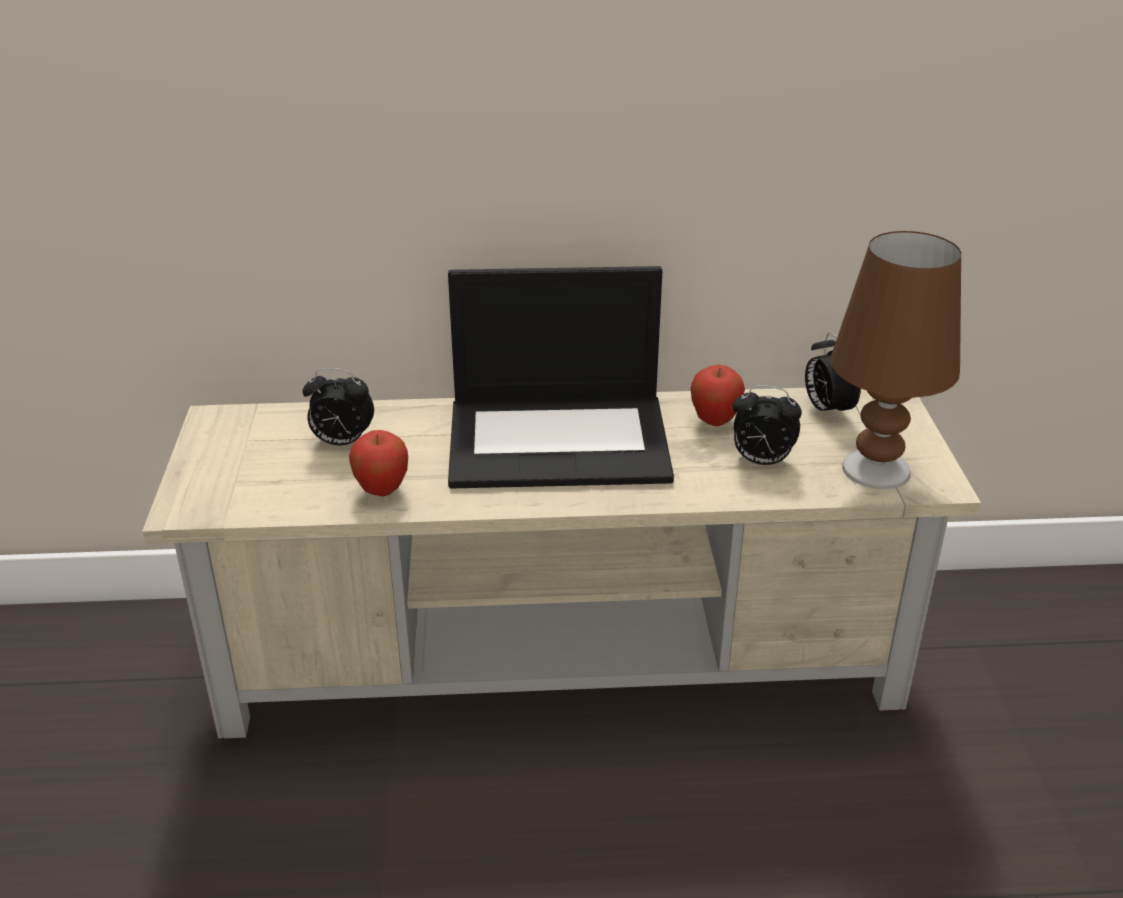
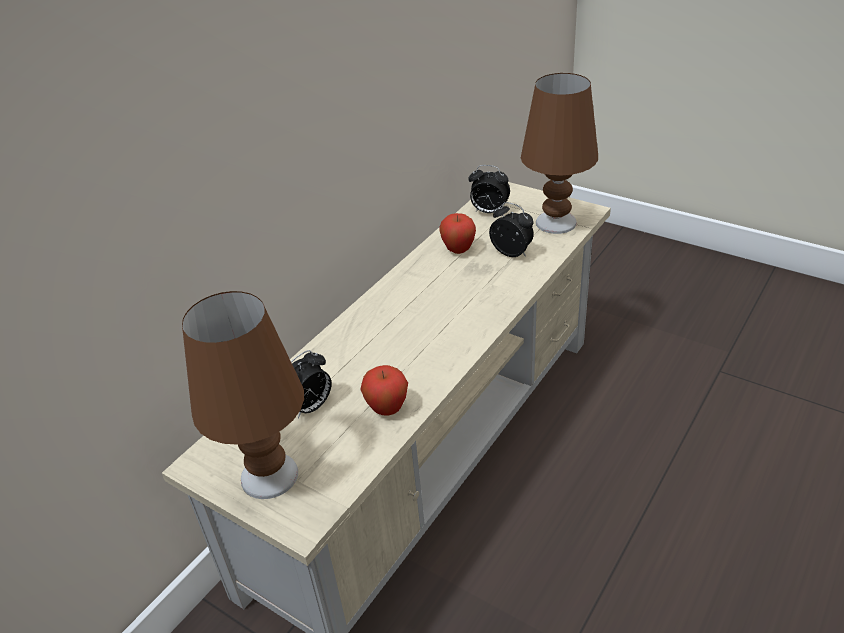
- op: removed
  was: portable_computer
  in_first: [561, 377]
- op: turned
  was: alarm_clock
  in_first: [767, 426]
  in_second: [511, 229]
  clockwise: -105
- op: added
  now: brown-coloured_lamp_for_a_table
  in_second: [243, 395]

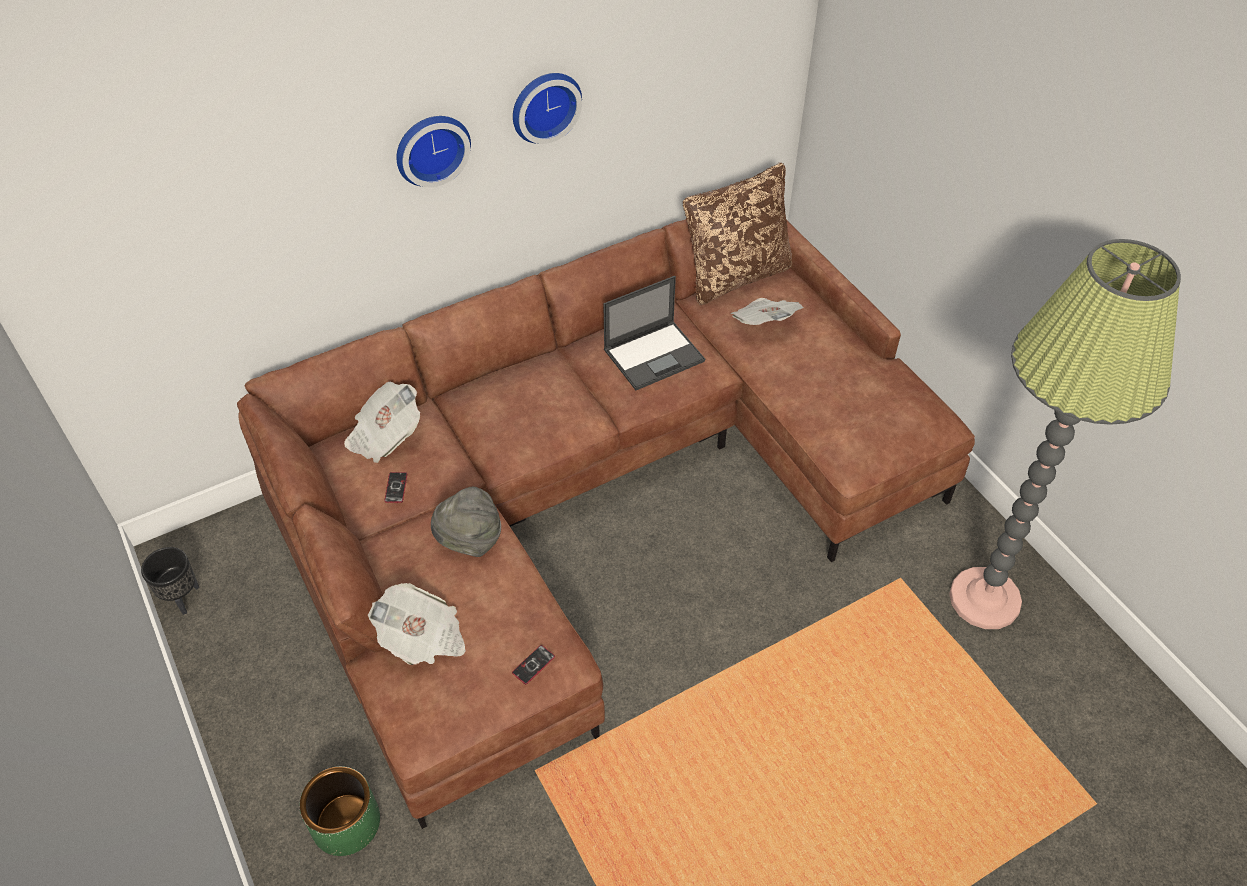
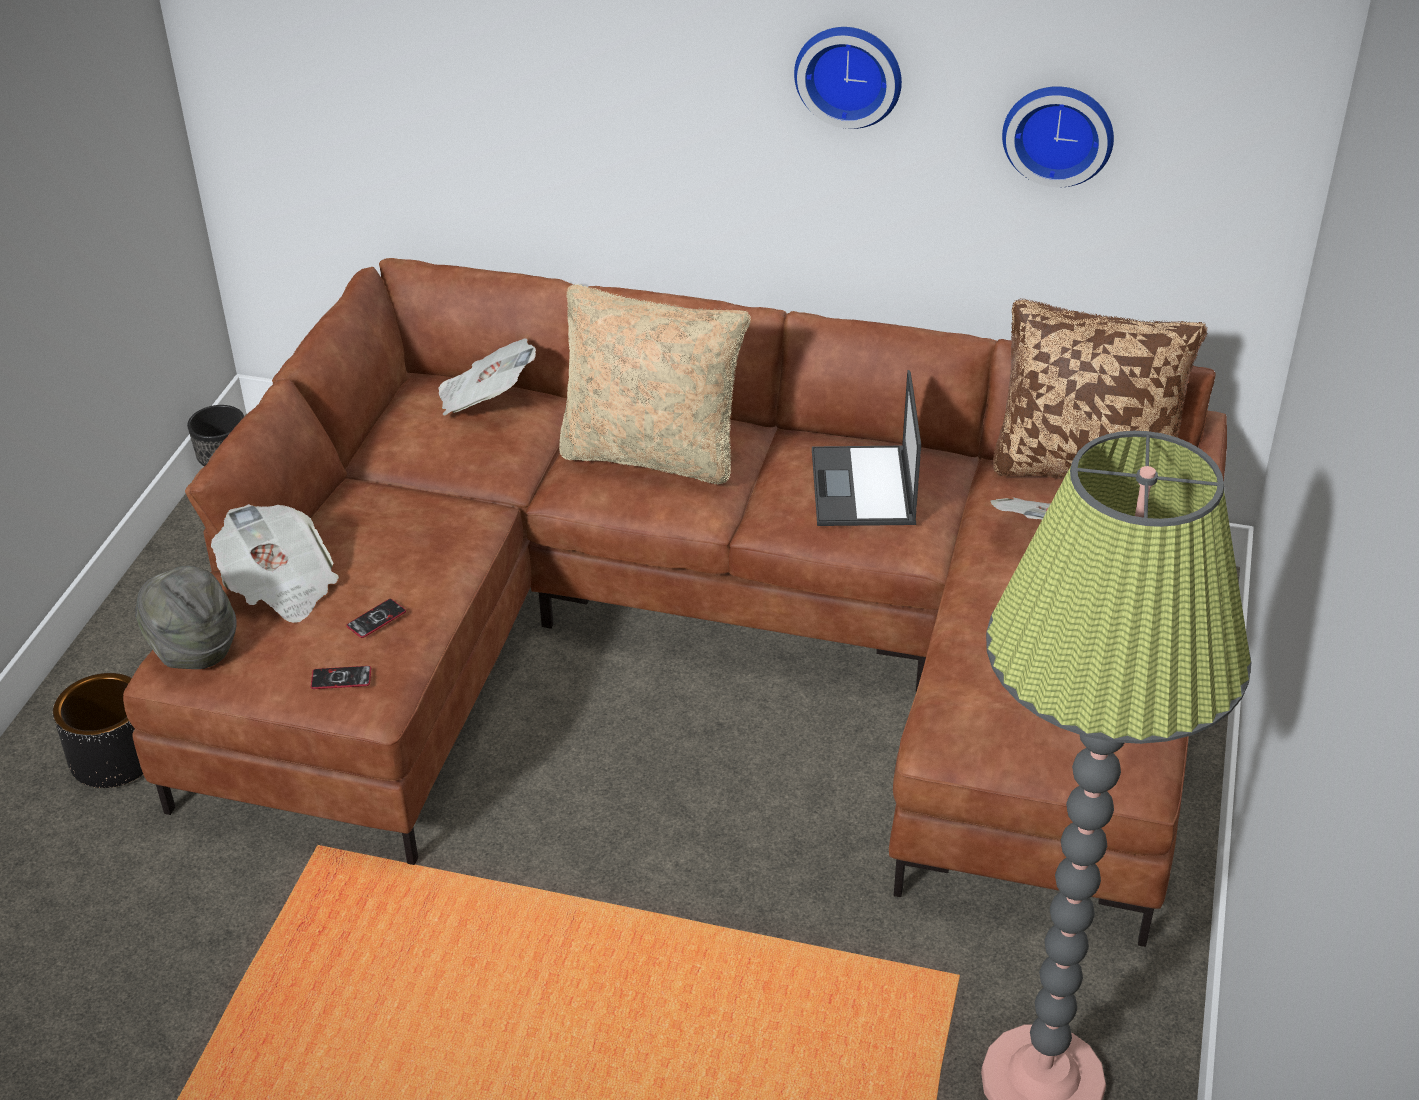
- op: moved
  was: wall_clock
  in_first: [433, 151]
  in_second: [1058, 136]
- op: turned
  was: portable_computer
  in_first: [654, 333]
  in_second: [866, 448]
  clockwise: 75
- op: moved
  was: handset
  in_first: [395, 487]
  in_second: [376, 618]
- op: moved
  was: grey_clothing_hat
  in_first: [466, 522]
  in_second: [185, 617]
- op: recoloured
  was: green_flower_pot
  now: blackish_flower_pot
  in_first: [339, 811]
  in_second: [98, 730]
- op: added
  now: beige-coloured_cushion
  in_second: [655, 383]

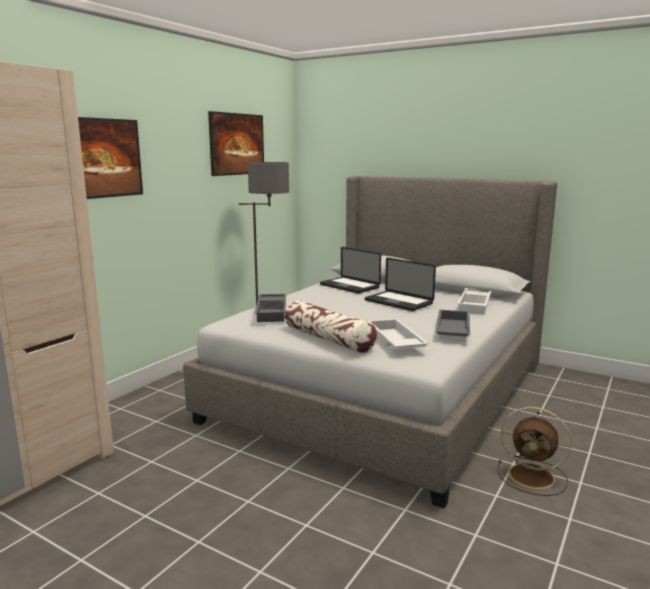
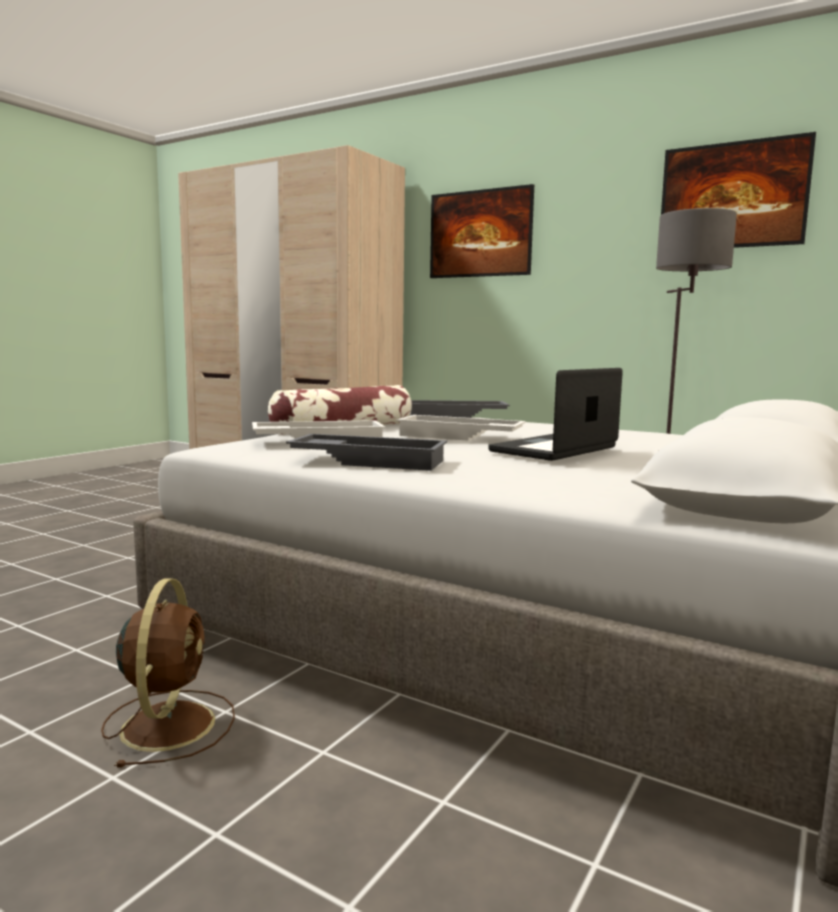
- op: removed
  was: portable_computer
  in_first: [350, 270]
- op: moved
  was: white-coloured_carrying_tray
  in_first: [474, 301]
  in_second: [461, 428]
- op: turned
  was: brown-coloured_cooling_fan
  in_first: [535, 451]
  in_second: [168, 673]
  clockwise: 150

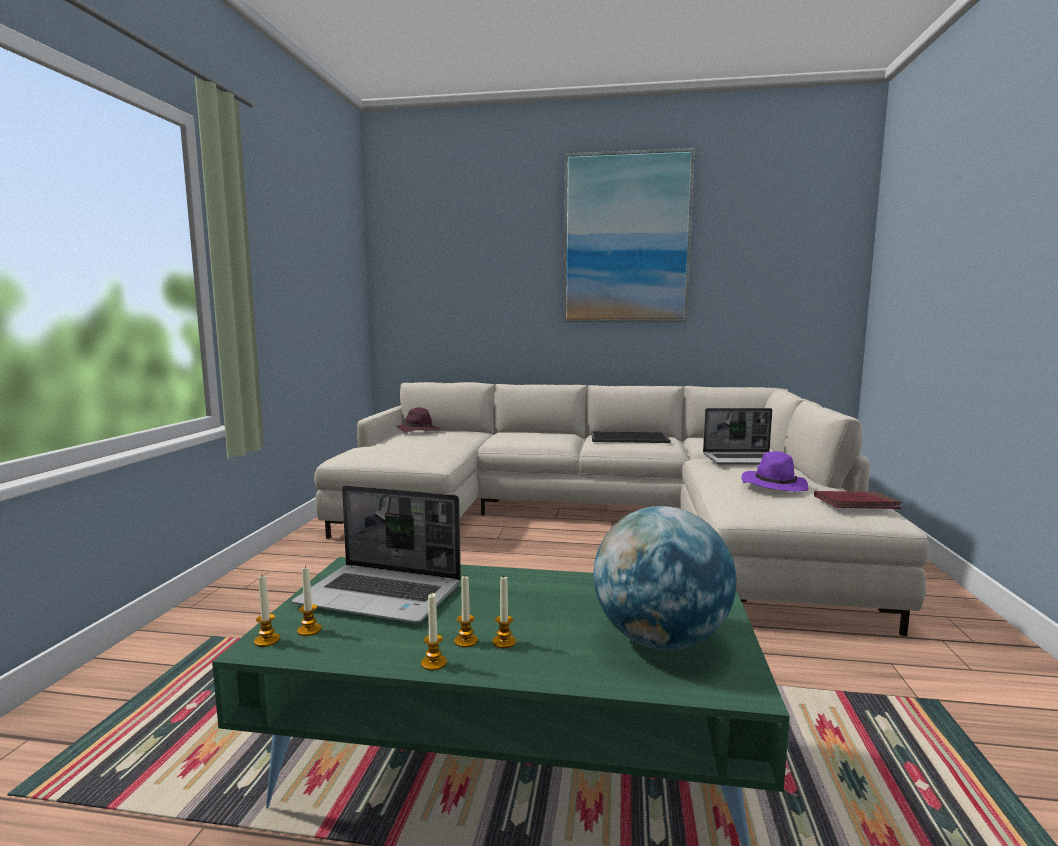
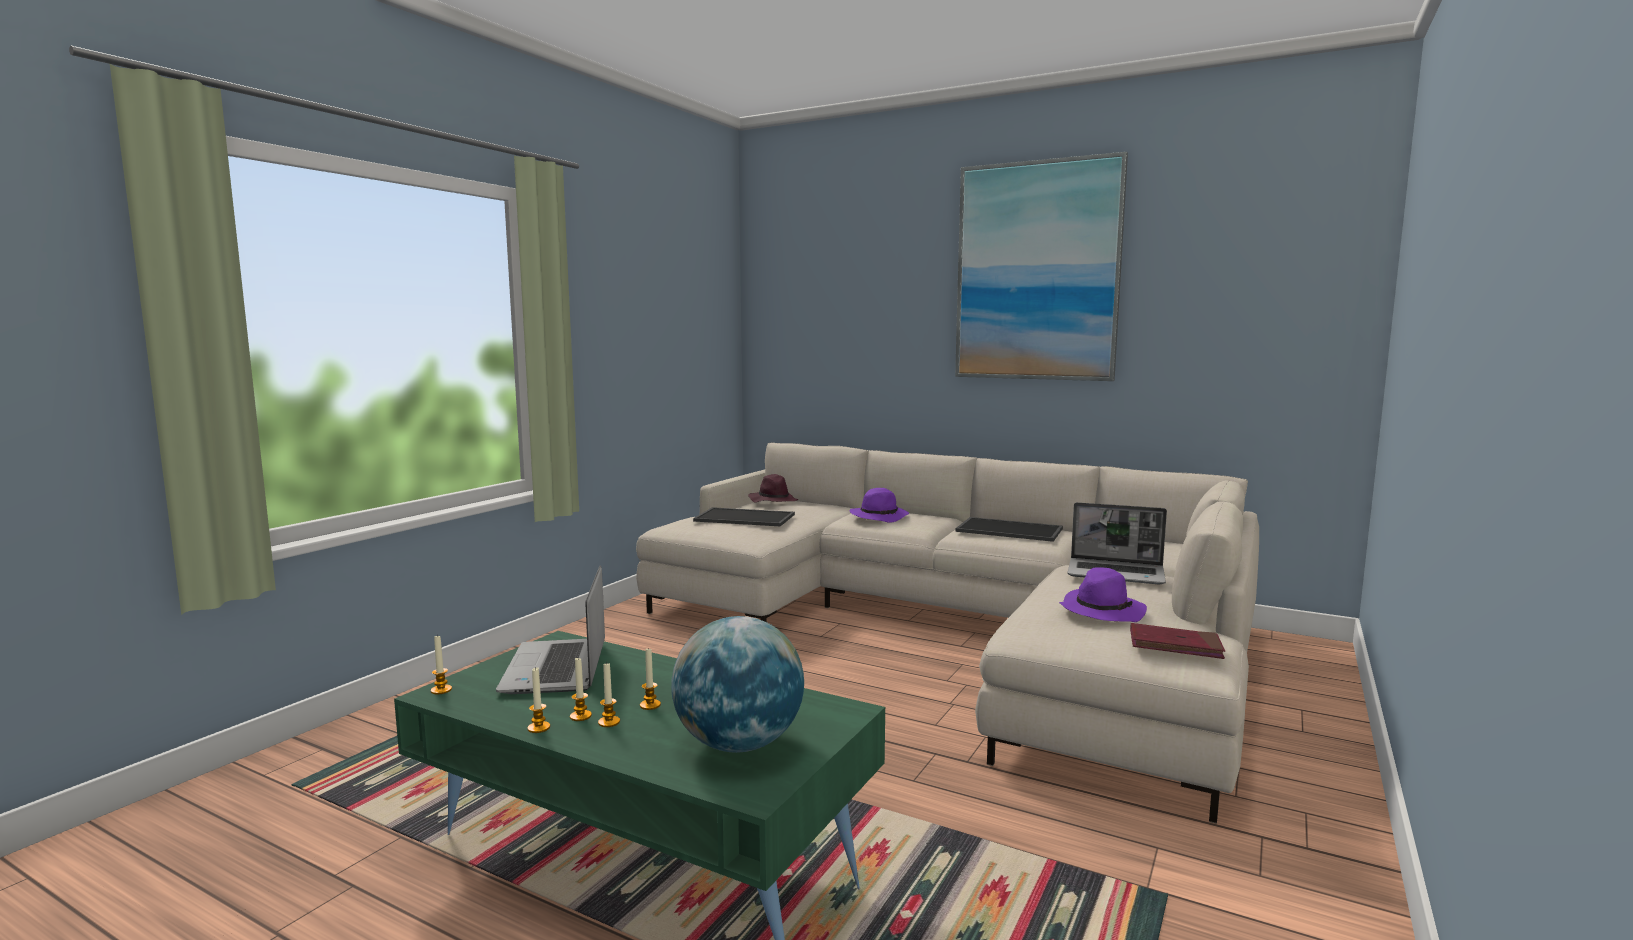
- op: turned
  was: portable_computer
  in_first: [376, 554]
  in_second: [550, 629]
  clockwise: 45
- op: moved
  was: wax_light
  in_first: [309, 601]
  in_second: [650, 678]
- op: added
  now: purple-coloured_clothing_hat
  in_second: [879, 505]
- op: added
  now: carrying_tray
  in_second: [744, 516]

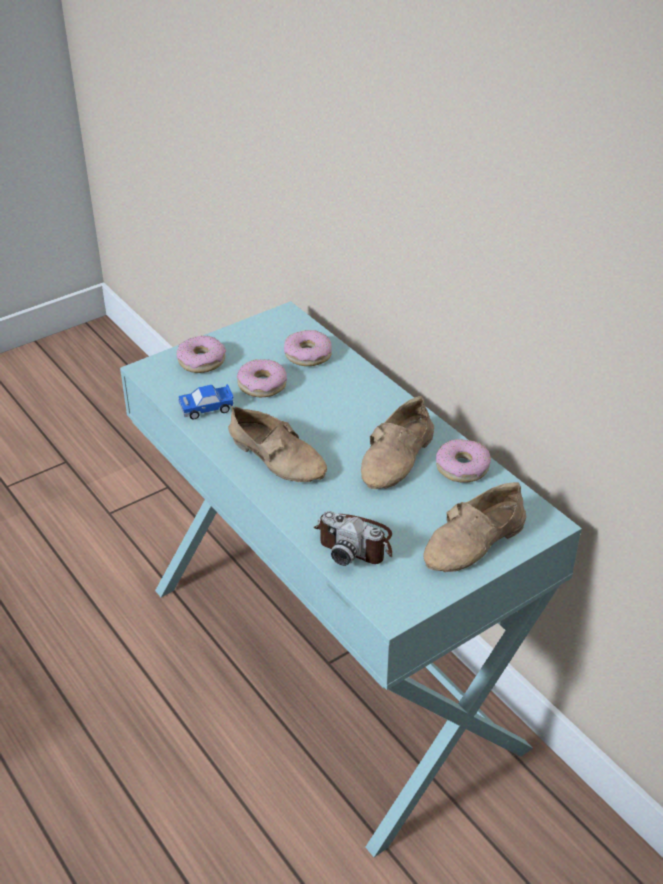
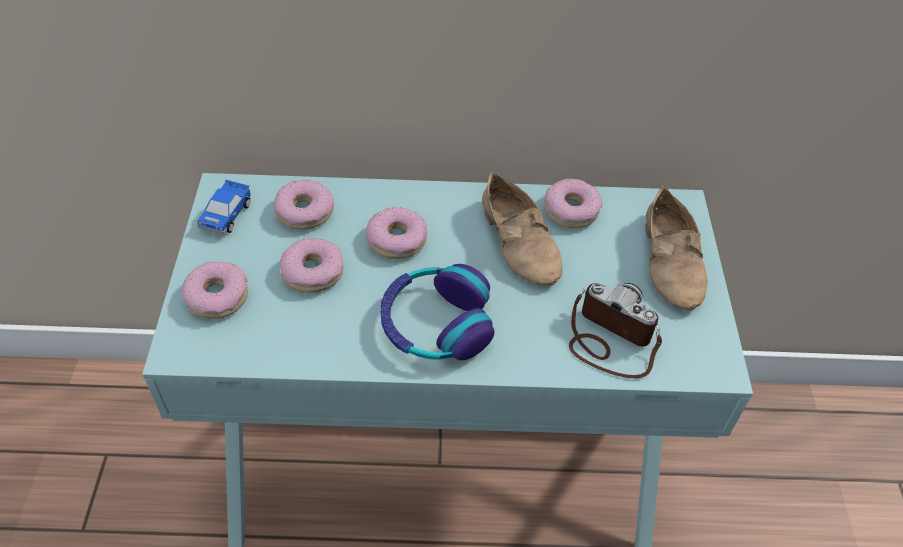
- op: moved
  was: miniature_car
  in_first: [206, 401]
  in_second: [224, 208]
- op: replaced
  was: beige-coloured_shoe
  now: headset
  in_first: [277, 444]
  in_second: [437, 312]
- op: turned
  was: still_camera
  in_first: [353, 538]
  in_second: [615, 330]
  clockwise: -120
- op: added
  now: ring_doughnut
  in_second: [396, 233]

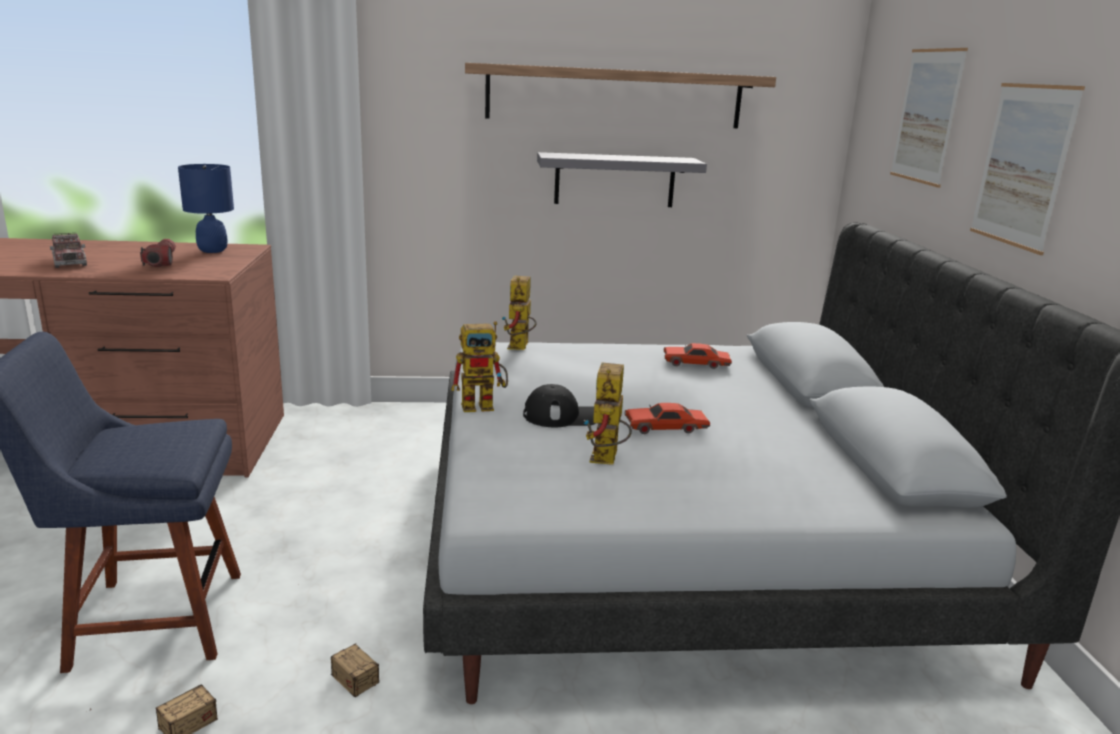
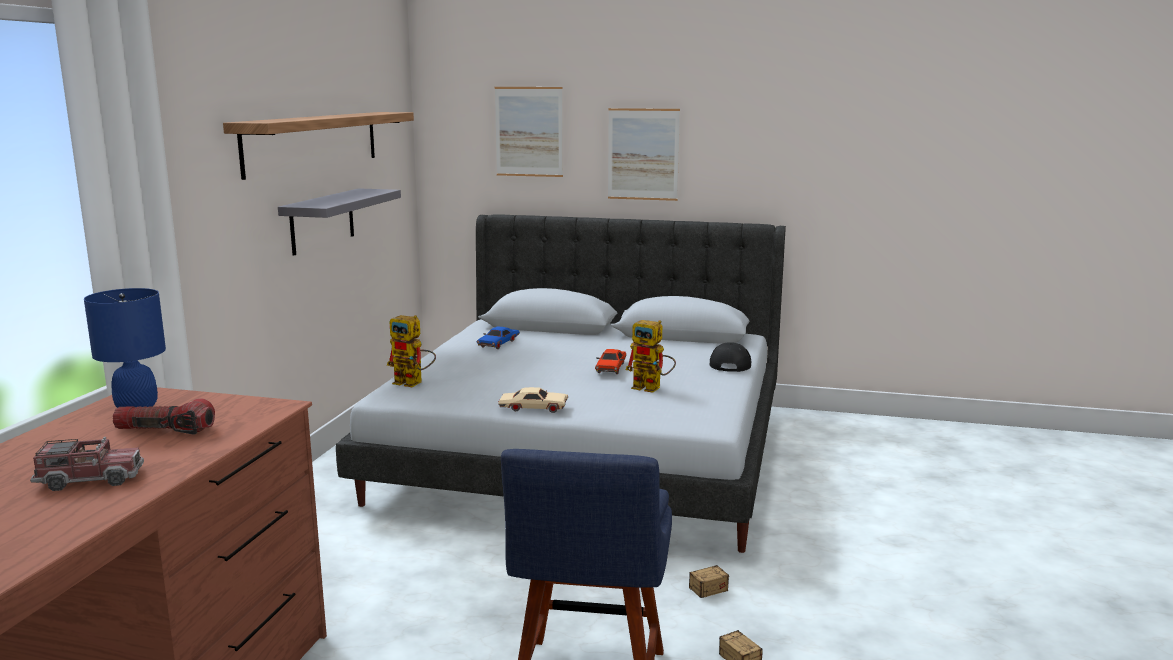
- op: replaced
  was: robot_figure
  now: beige-coloured_miniature_car
  in_first: [479, 366]
  in_second: [533, 400]
- op: recoloured
  was: red_miniature_car
  now: blue-coloured_miniature_car
  in_first: [697, 356]
  in_second: [498, 338]
- op: moved
  was: blackish_cap
  in_first: [559, 405]
  in_second: [730, 357]

